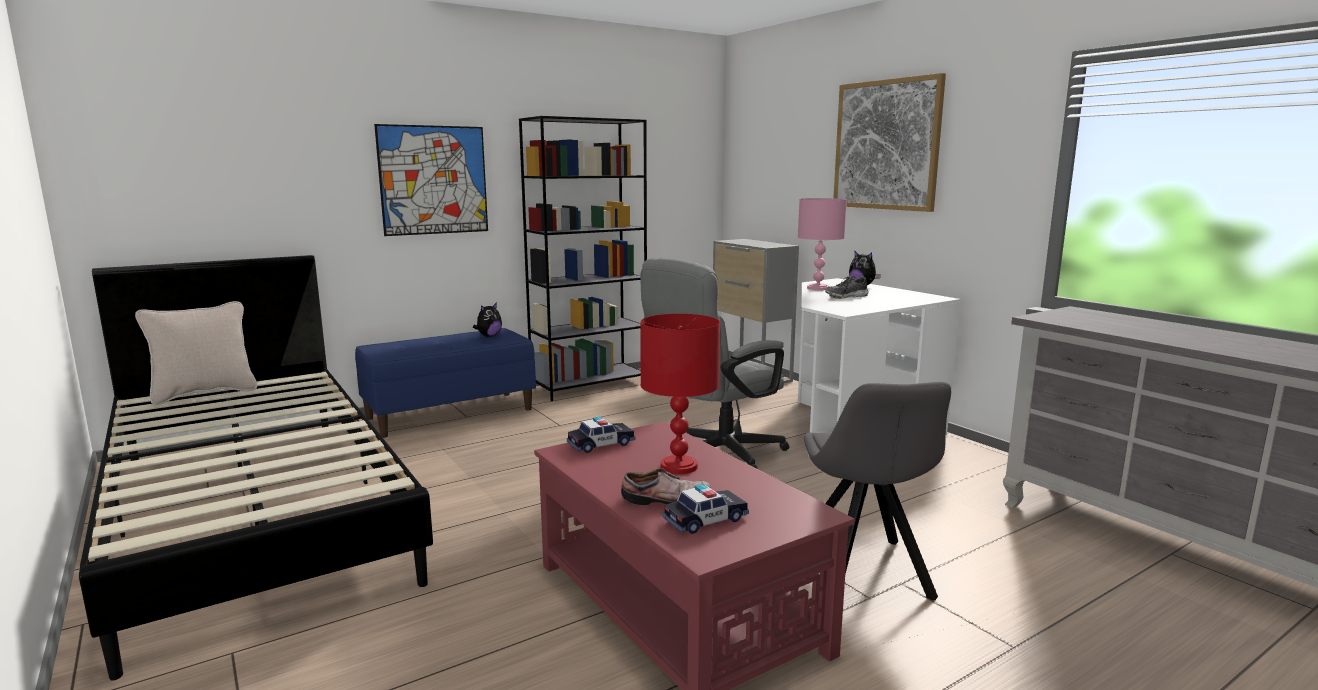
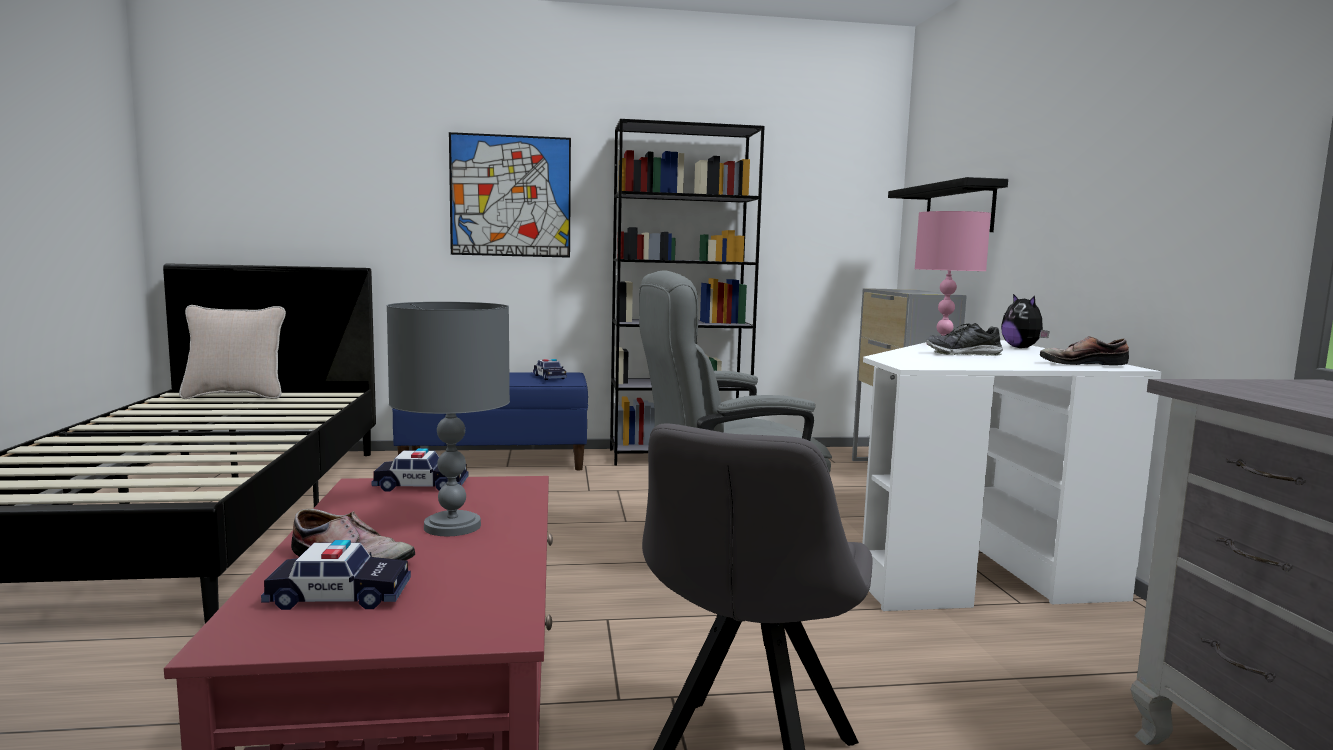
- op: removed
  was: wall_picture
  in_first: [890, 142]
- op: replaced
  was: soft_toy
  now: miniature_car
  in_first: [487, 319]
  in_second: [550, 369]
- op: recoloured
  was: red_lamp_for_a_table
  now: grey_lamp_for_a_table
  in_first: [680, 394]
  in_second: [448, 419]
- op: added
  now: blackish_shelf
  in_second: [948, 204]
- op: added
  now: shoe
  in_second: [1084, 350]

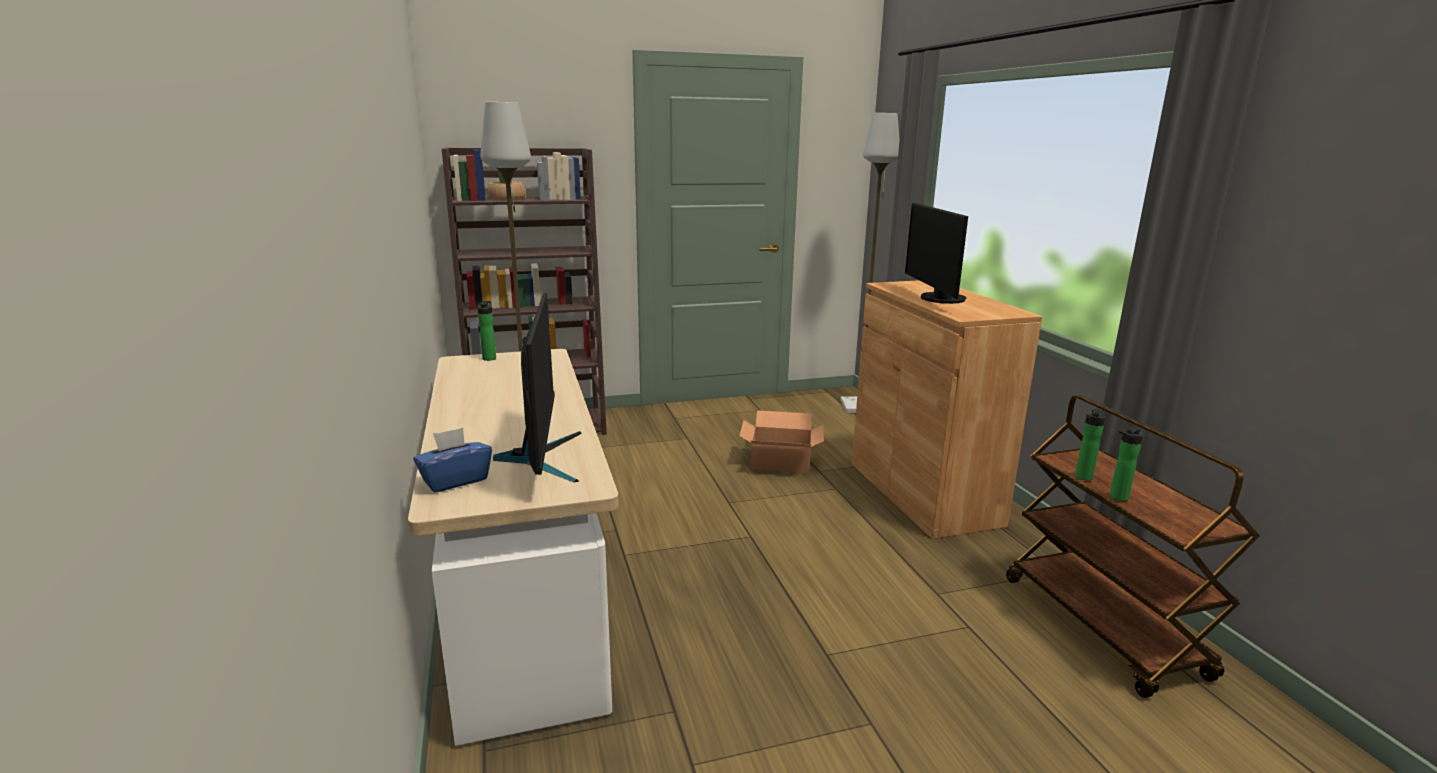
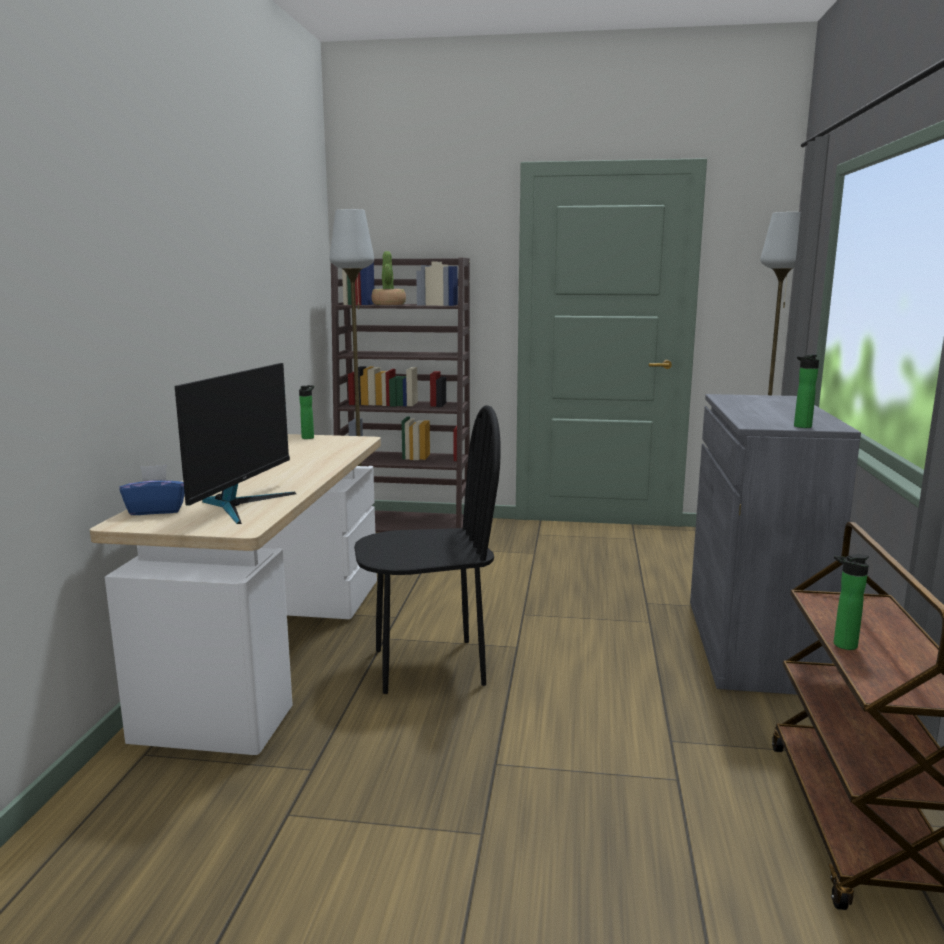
- op: removed
  was: computer_screen
  in_first: [936, 253]
- op: recoloured
  was: brown-coloured_cupboard
  now: grey_cupboard
  in_first: [947, 409]
  in_second: [775, 544]
- op: moved
  was: bottle
  in_first: [1090, 444]
  in_second: [806, 391]
- op: removed
  was: packing_box
  in_first: [781, 441]
- op: added
  now: blackish_plain_chair
  in_second: [427, 549]

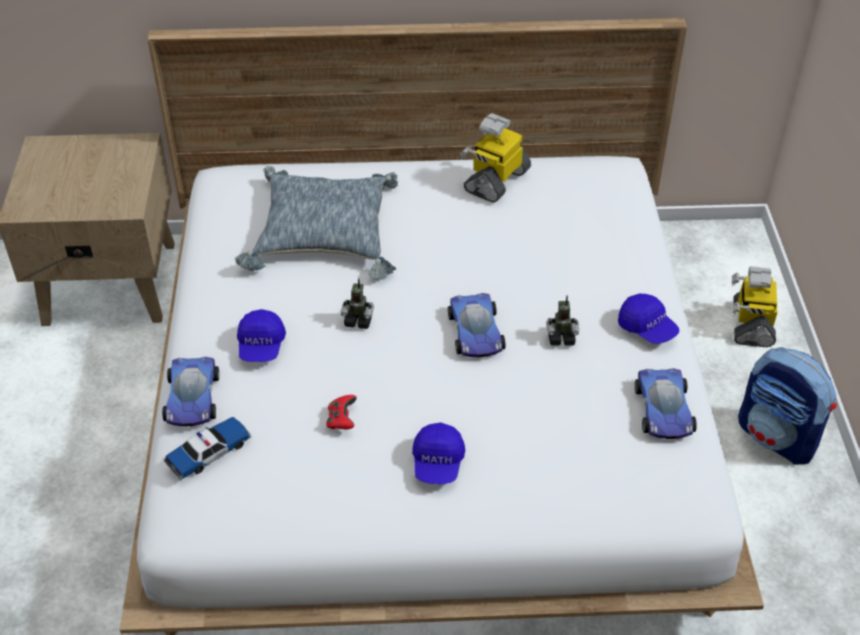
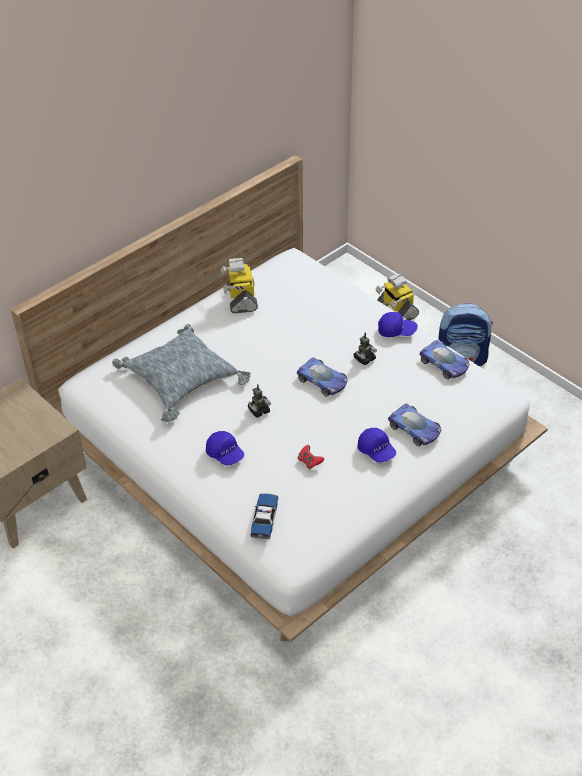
- op: moved
  was: miniature_car
  in_first: [190, 392]
  in_second: [414, 424]

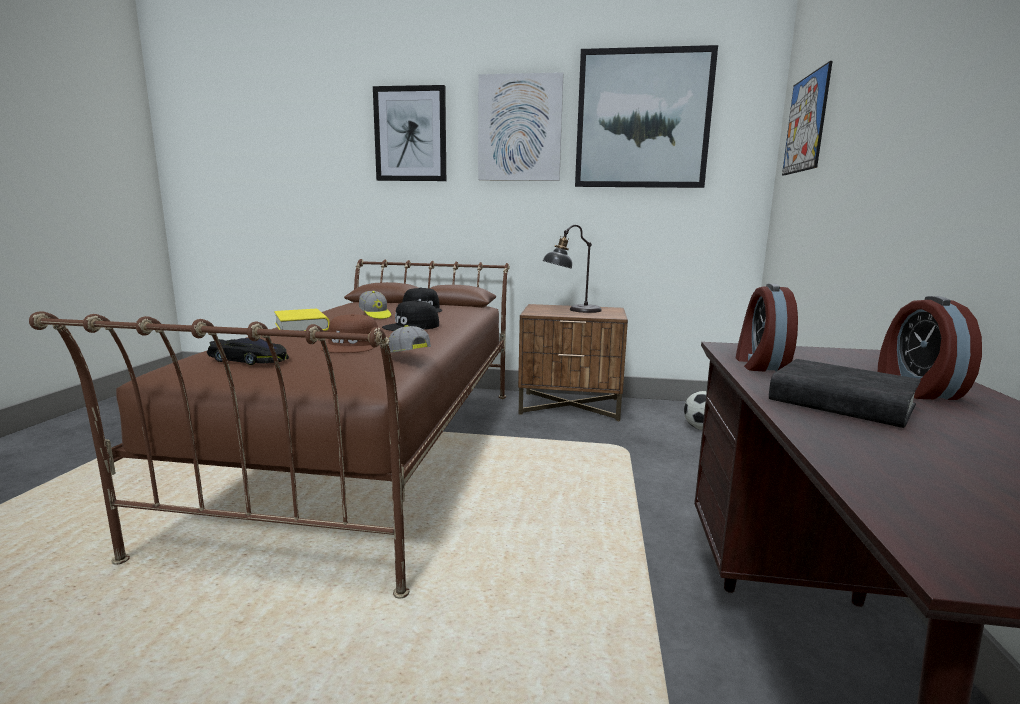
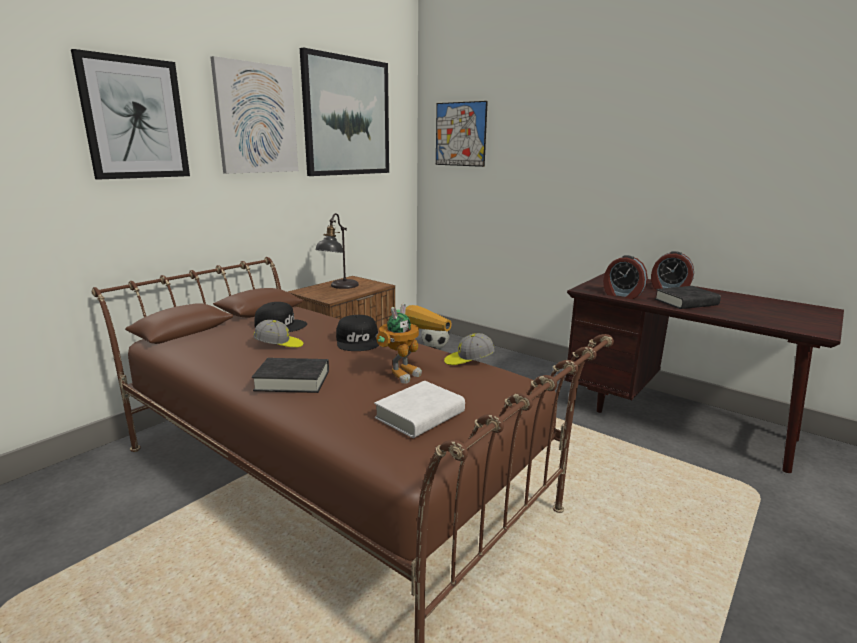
- op: recoloured
  was: yellow_book
  now: blackish_book
  in_first: [302, 320]
  in_second: [290, 375]
- op: replaced
  was: brown-coloured_cap
  now: robot_figure
  in_first: [349, 333]
  in_second: [414, 343]
- op: replaced
  was: blackish_miniature_car
  now: white-coloured_book
  in_first: [248, 351]
  in_second: [419, 409]

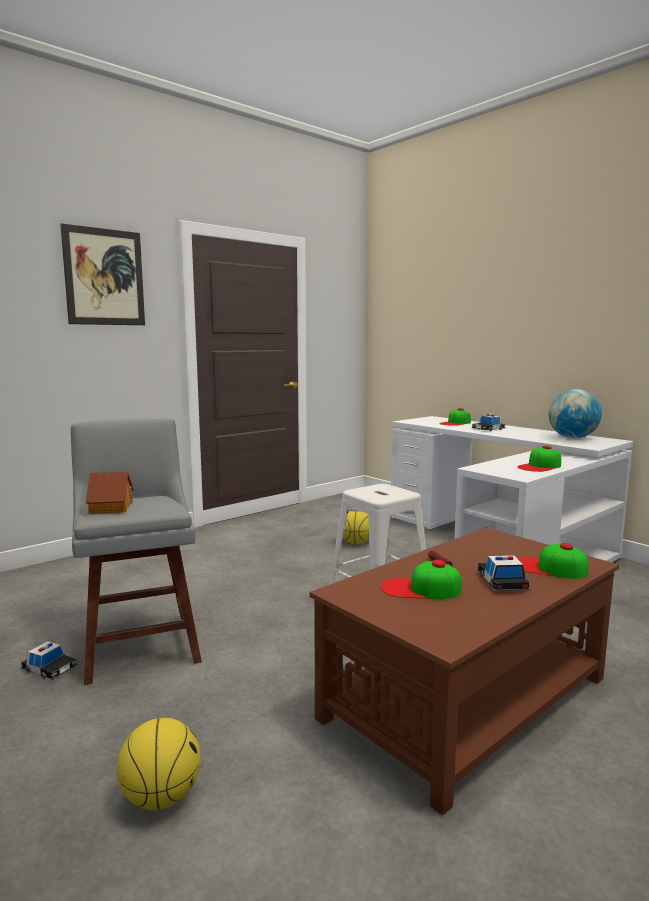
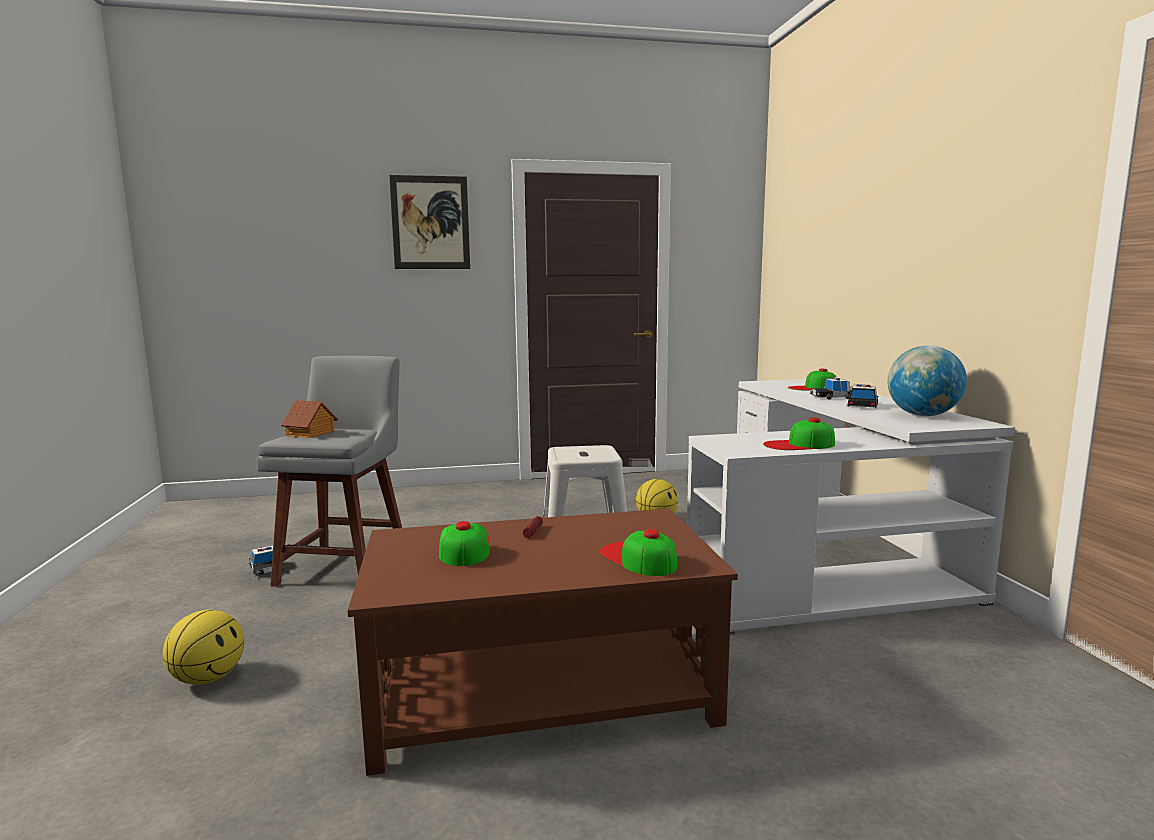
- op: moved
  was: miniature_car
  in_first: [503, 573]
  in_second: [862, 396]
- op: turned
  was: cap
  in_first: [421, 579]
  in_second: [464, 543]
  clockwise: 45

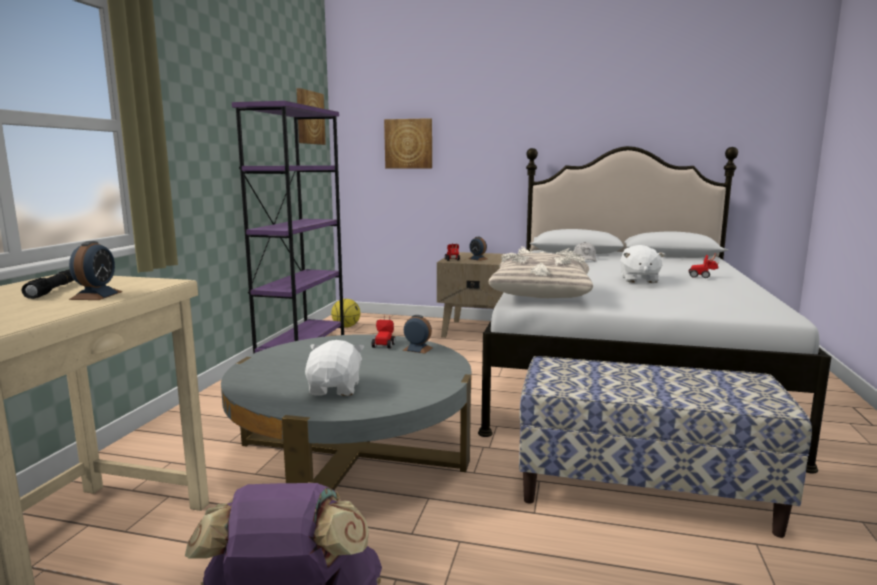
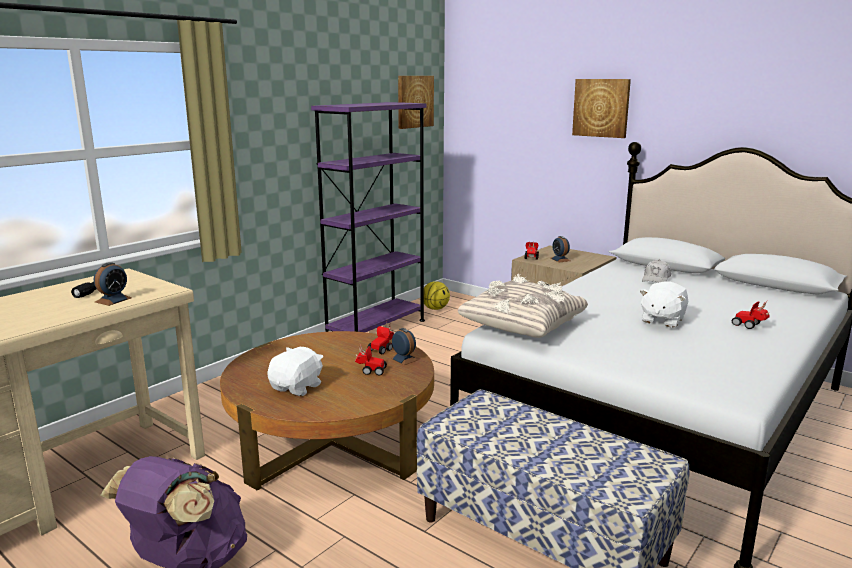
- op: moved
  was: wall_picture
  in_first: [408, 143]
  in_second: [601, 108]
- op: recoloured
  was: grey_lounge_table
  now: brown-coloured_lounge_table
  in_first: [346, 412]
  in_second: [327, 411]
- op: added
  now: miniature_car
  in_second: [371, 359]

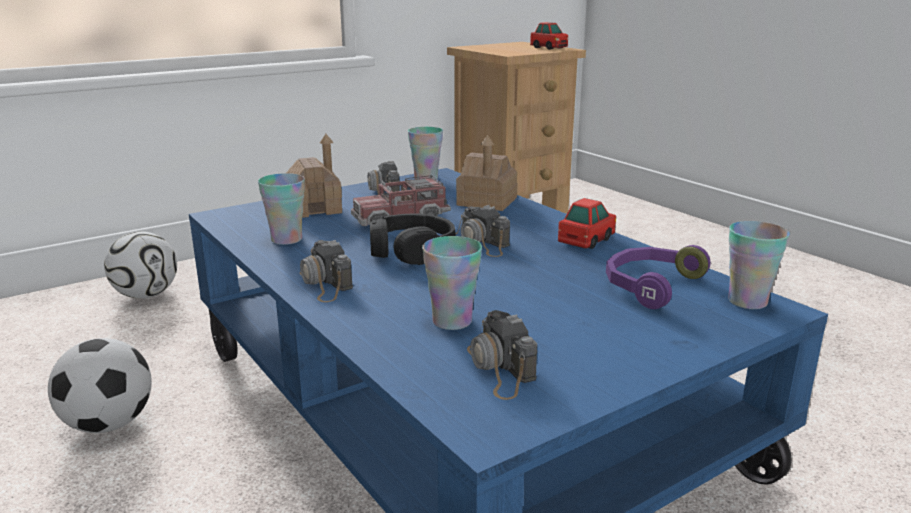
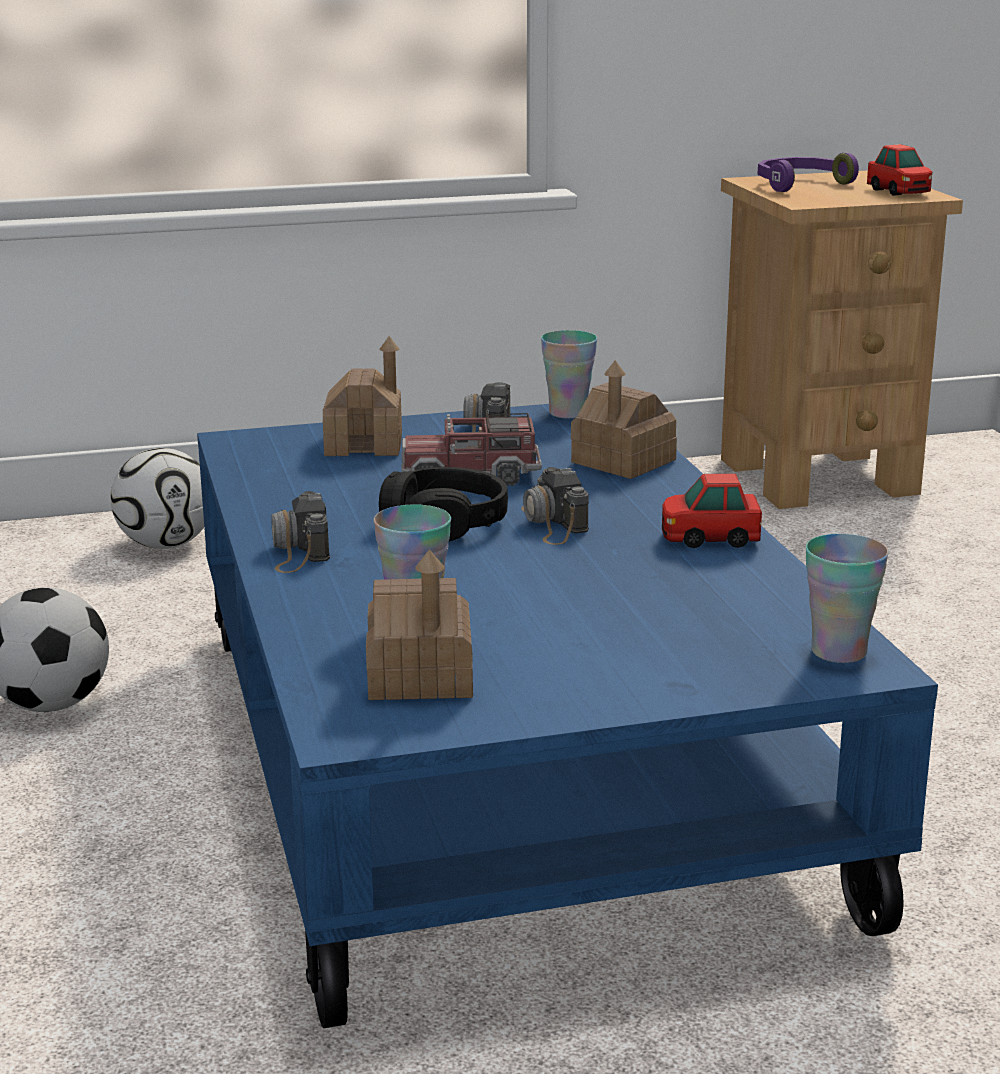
- op: removed
  was: drinking_cup
  in_first: [281, 209]
- op: turned
  was: miniature_car
  in_first: [587, 223]
  in_second: [712, 510]
  clockwise: -150
- op: moved
  was: purple-coloured_headset
  in_first: [658, 277]
  in_second: [808, 172]
- op: replaced
  was: still_camera
  now: miniature_house
  in_first: [502, 355]
  in_second: [419, 624]

